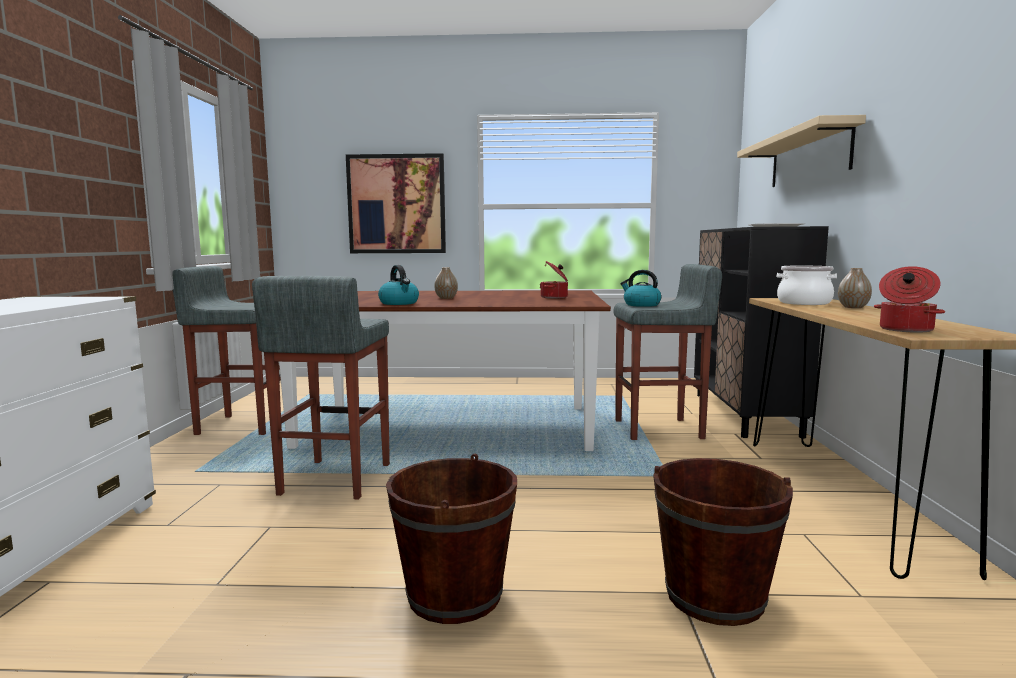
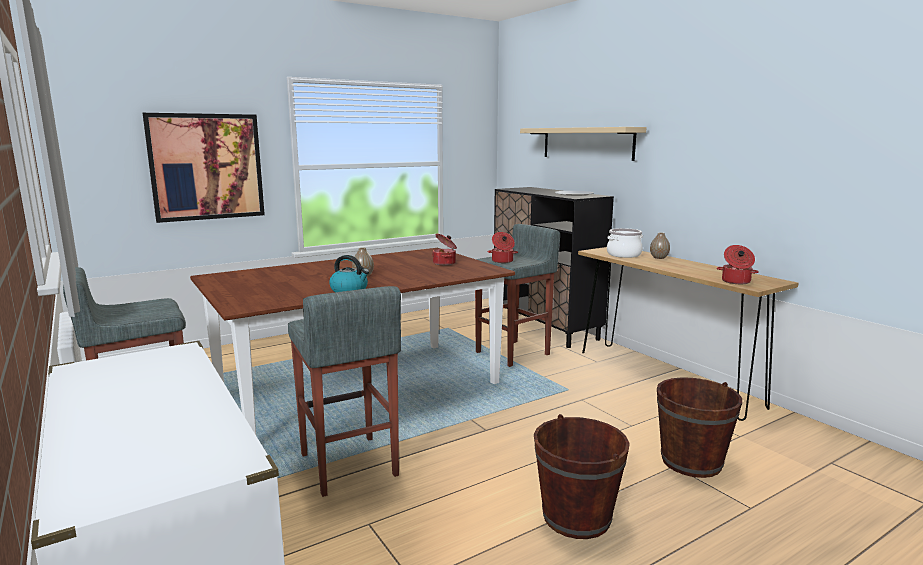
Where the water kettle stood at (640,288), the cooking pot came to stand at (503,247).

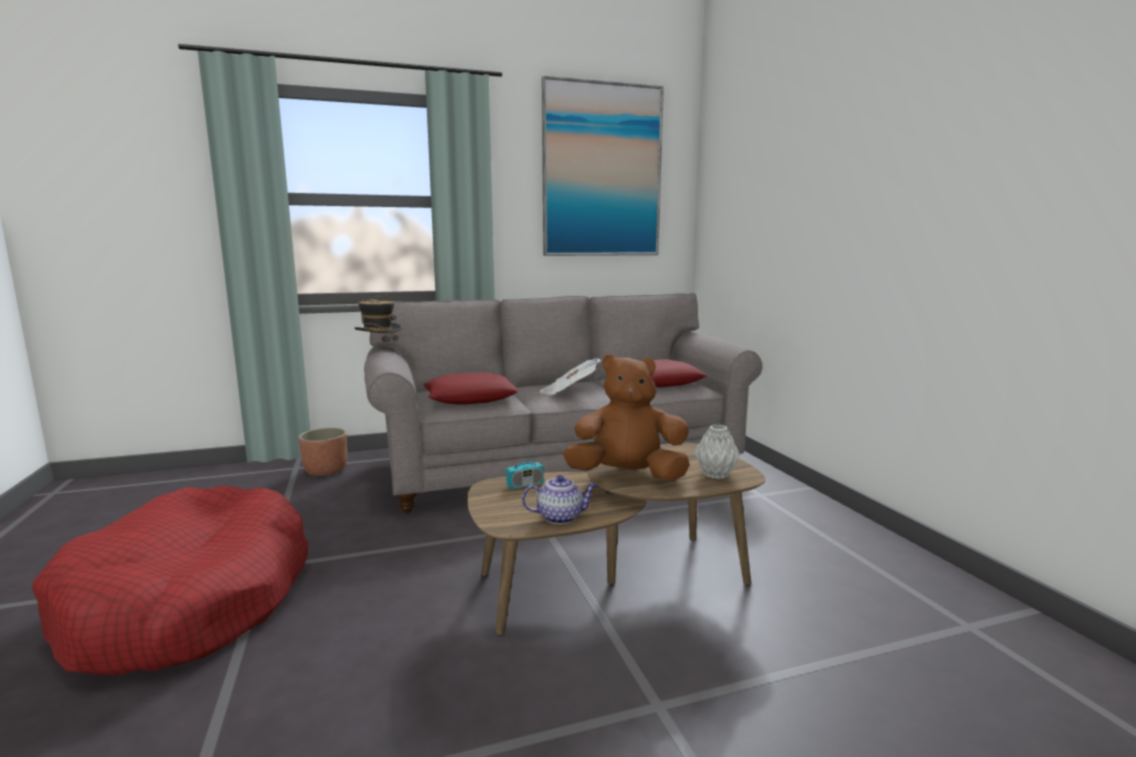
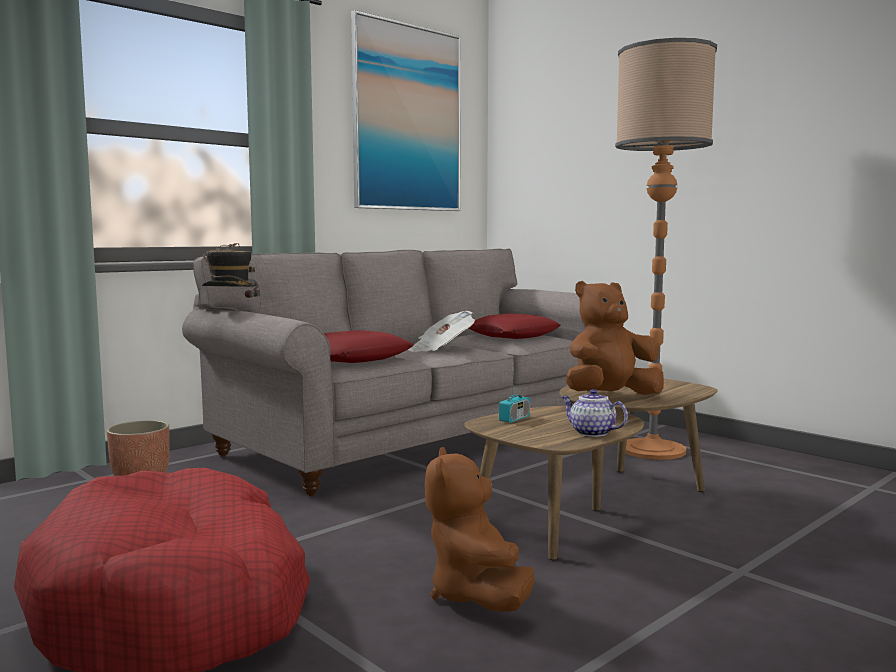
The second view lost the gray flower vase at (717,452). The pot for tea at (559,499) ended up facing another way, 105 degrees counterclockwise from before. The second view gained the standing lamp at (666,249). The second view gained the brownish soft toy at (480,529).

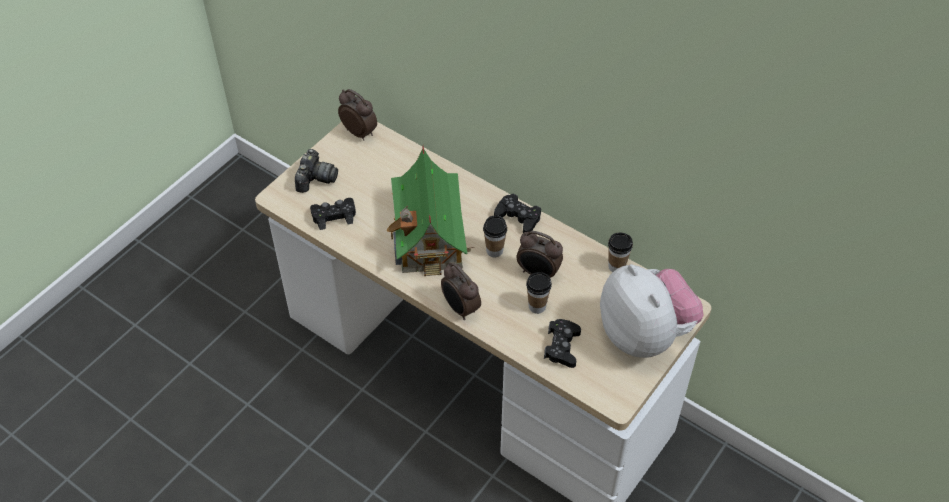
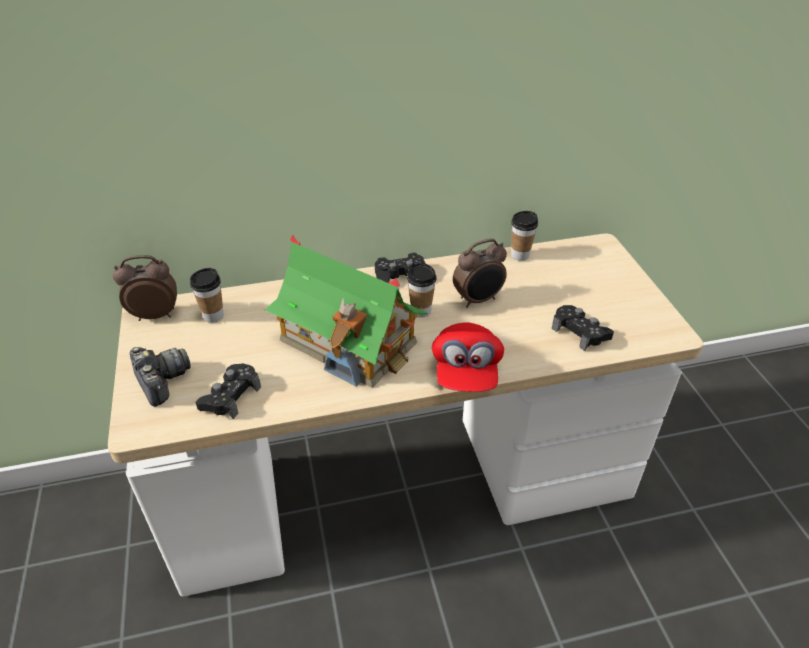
Where the bedside clock stood at (461,291), the red-coloured cap came to stand at (468,357). The second view lost the soft toy at (652,311). The small cup ended up elsewhere, having gone from (539,293) to (207,295).

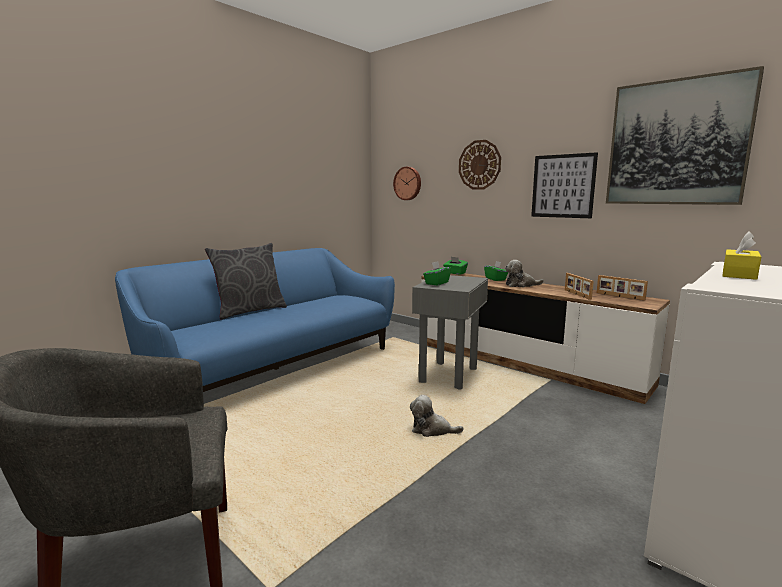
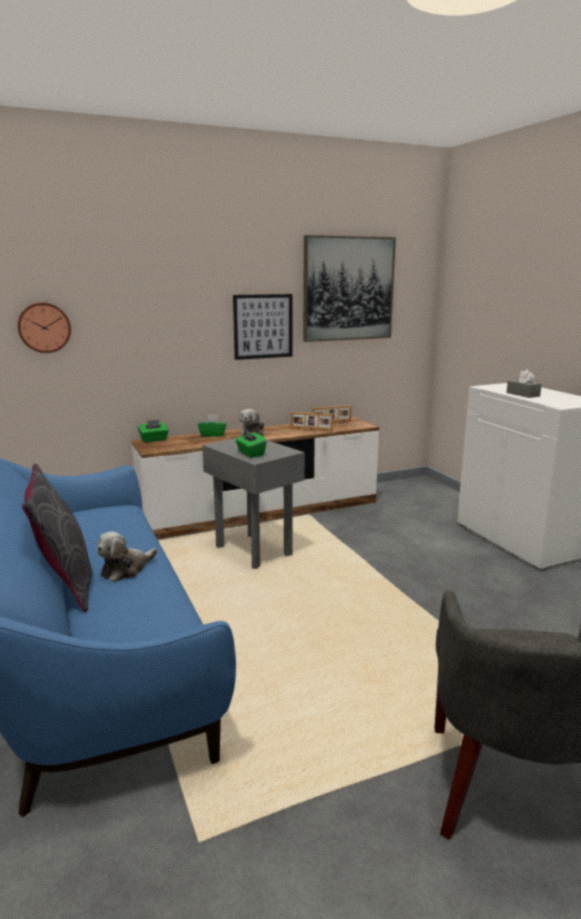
The second view lost the clock on the wall at (480,165). What was the yellow-coloured box of tissues at (742,255) turned into the gray box of tissues at (524,384). The soft toy ended up elsewhere, having gone from (436,416) to (127,557).

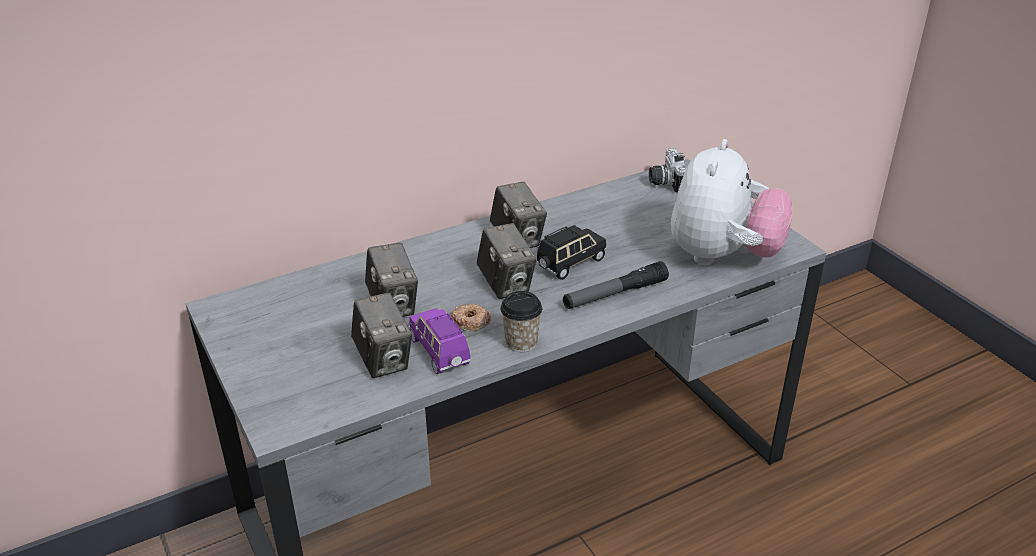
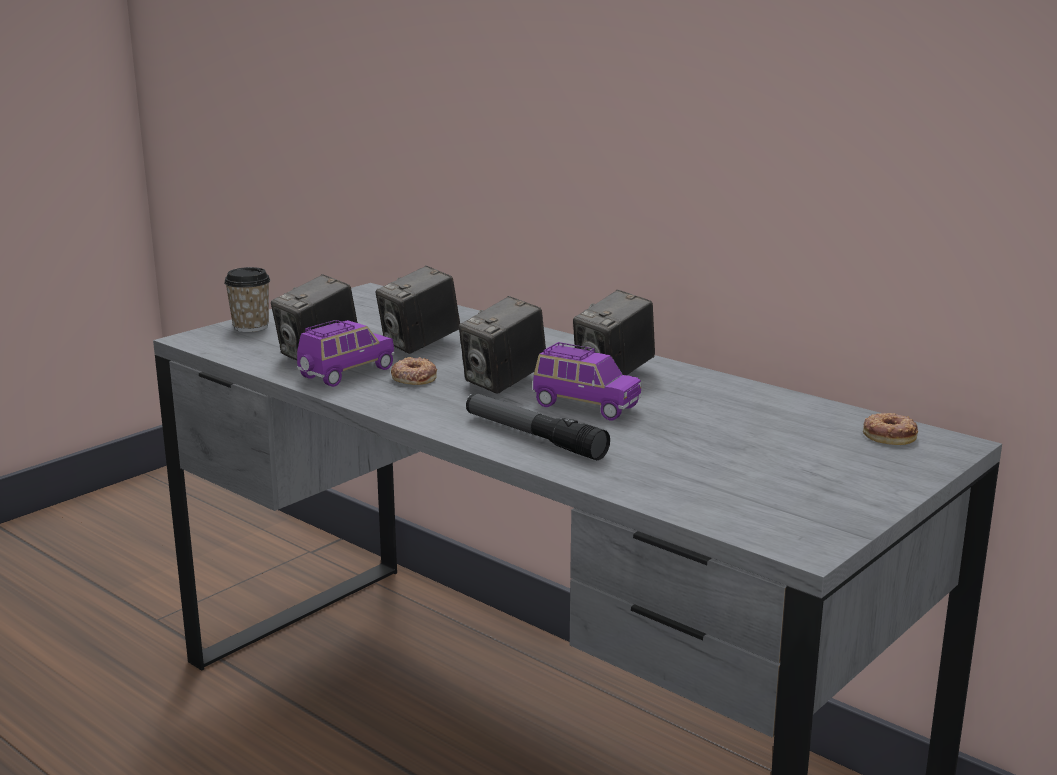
The second view lost the soft toy at (732,202). Where the photo camera stood at (667,171), the doughnut came to stand at (890,429). What was the black-coloured toy car at (572,252) turned into the purple-coloured toy car at (587,381). The small cup ended up elsewhere, having gone from (521,321) to (247,299).

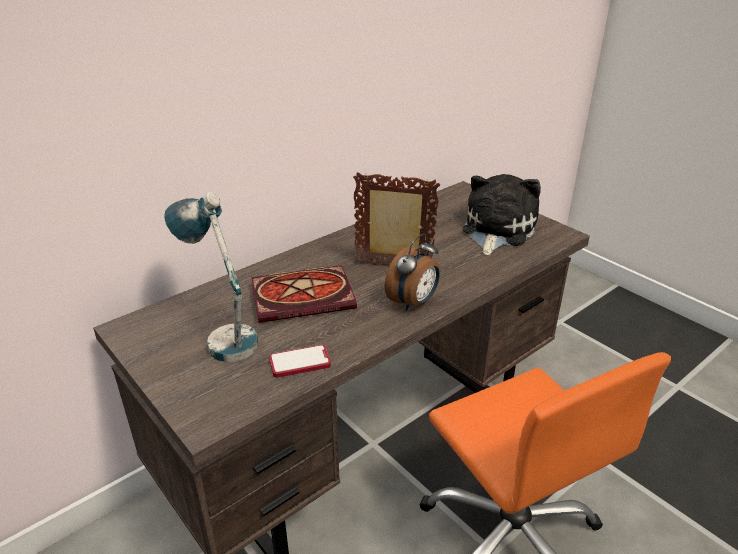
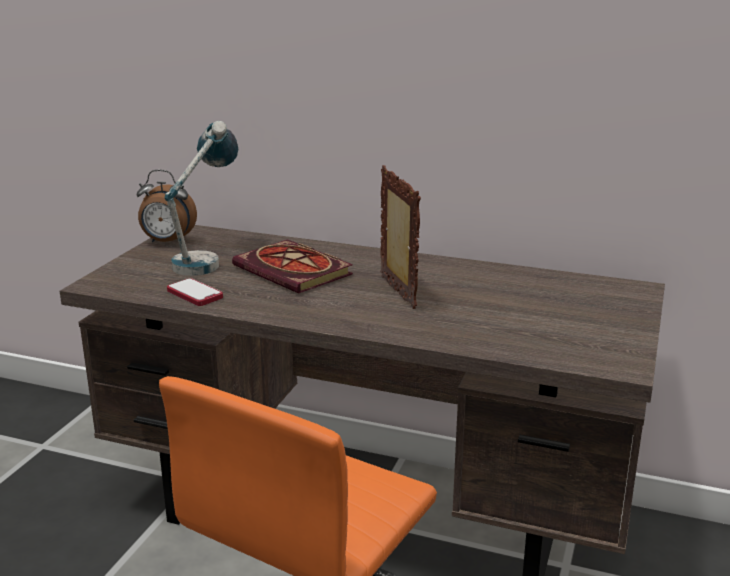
The second view lost the soft toy at (502,215). The bedside clock ended up elsewhere, having gone from (412,272) to (166,206).

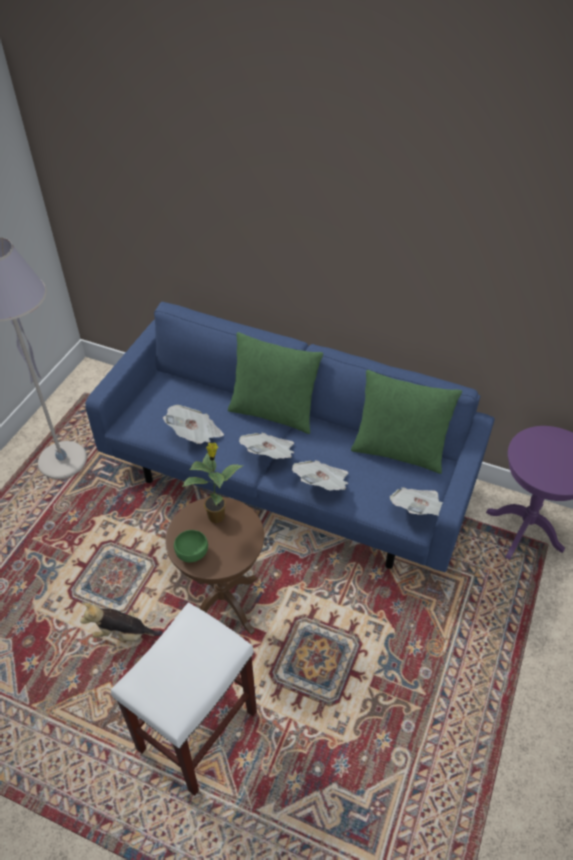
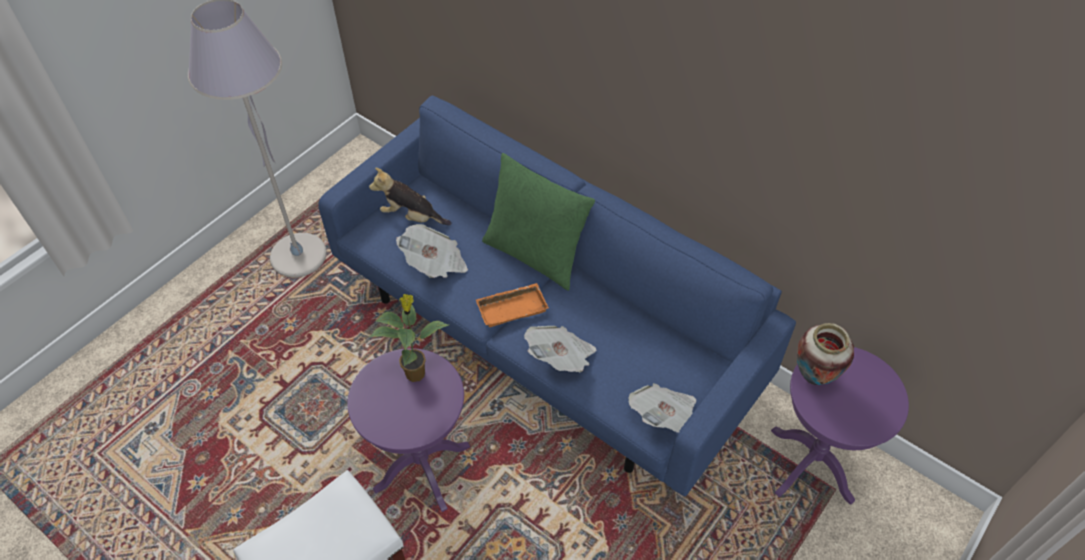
The second view lost the green-coloured throw pillow at (406,422). Where the newspaper stood at (266,446), the orange-coloured carrying tray came to stand at (512,305). What was the brownish side table at (214,566) turned into the purple-coloured side table at (408,430). The second view lost the green-coloured deep dish at (191,546). The soft toy ended up elsewhere, having gone from (121,622) to (410,196). The second view gained the flower vase at (825,354).

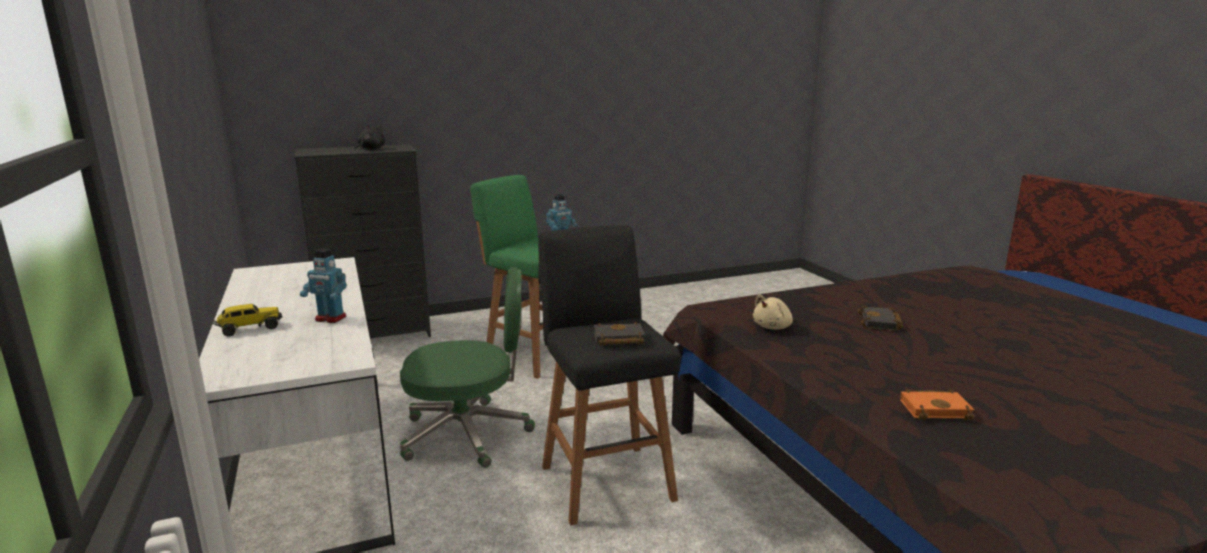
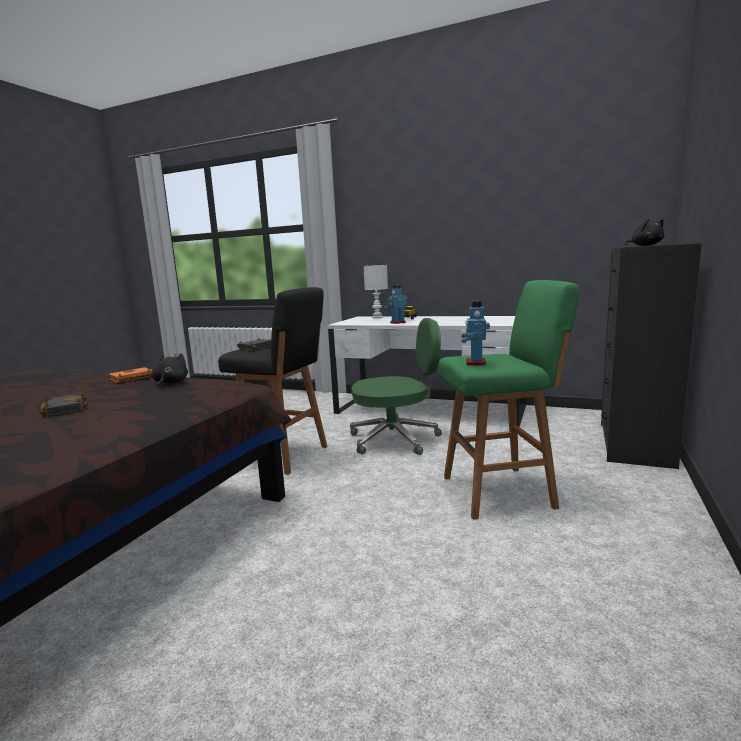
The green-coloured desk chair at (467,367) ended up facing another way, 135 degrees counterclockwise from before. What was the beige-coloured soft toy at (773,311) turned into the black-coloured soft toy at (170,370). The orange-coloured book ended up elsewhere, having gone from (937,404) to (131,374). The second view gained the white lamp for a table at (375,291).

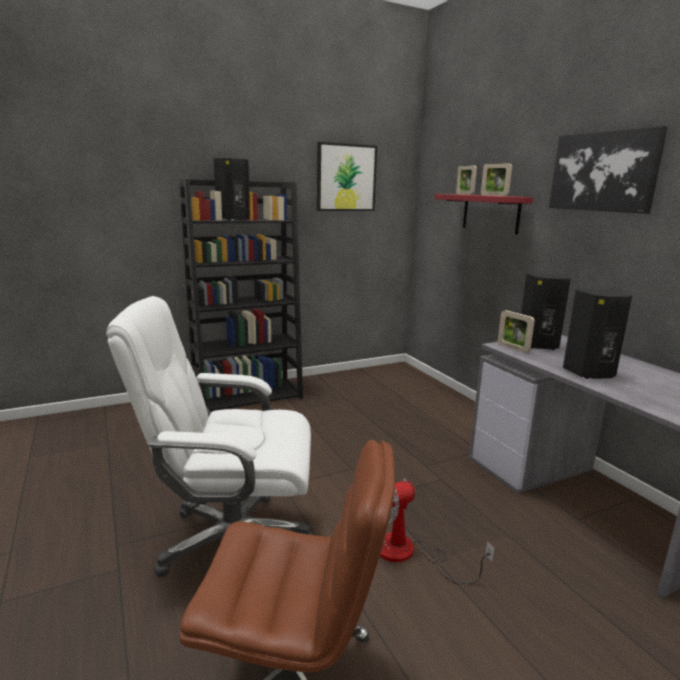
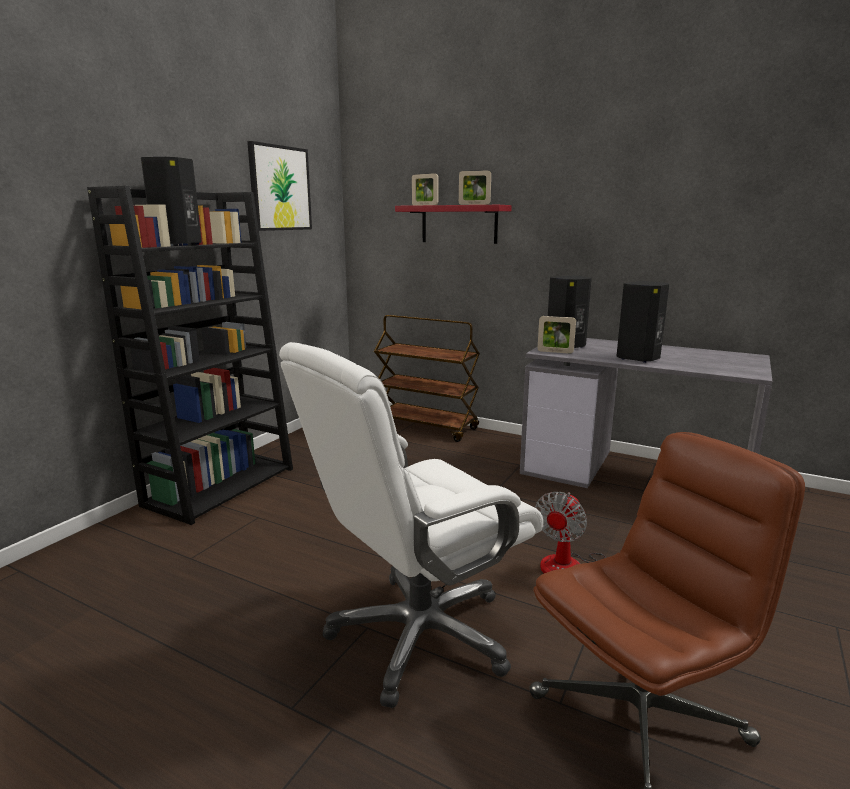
The second view lost the wall picture at (608,170). The second view gained the brownish cart at (427,378).

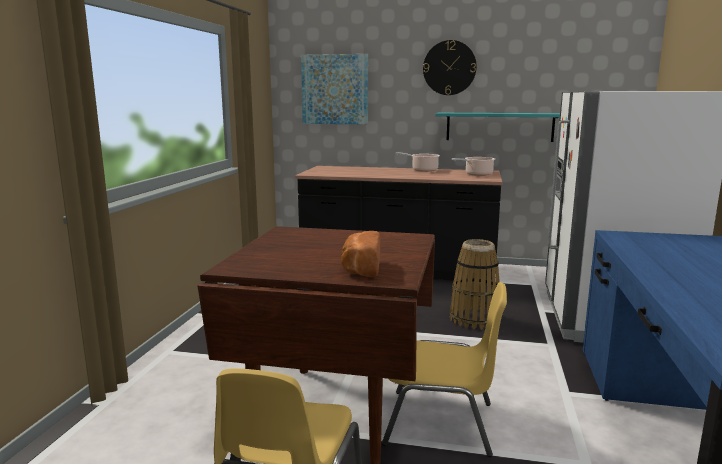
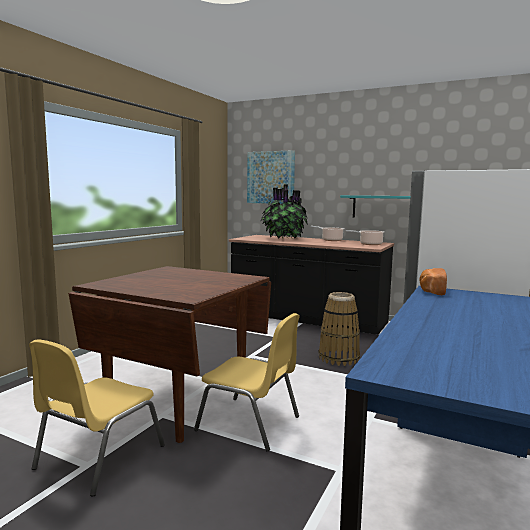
The second view lost the clock on the wall at (450,67). The bread ended up elsewhere, having gone from (360,254) to (433,281). The second view gained the plant in a pot at (284,211).

